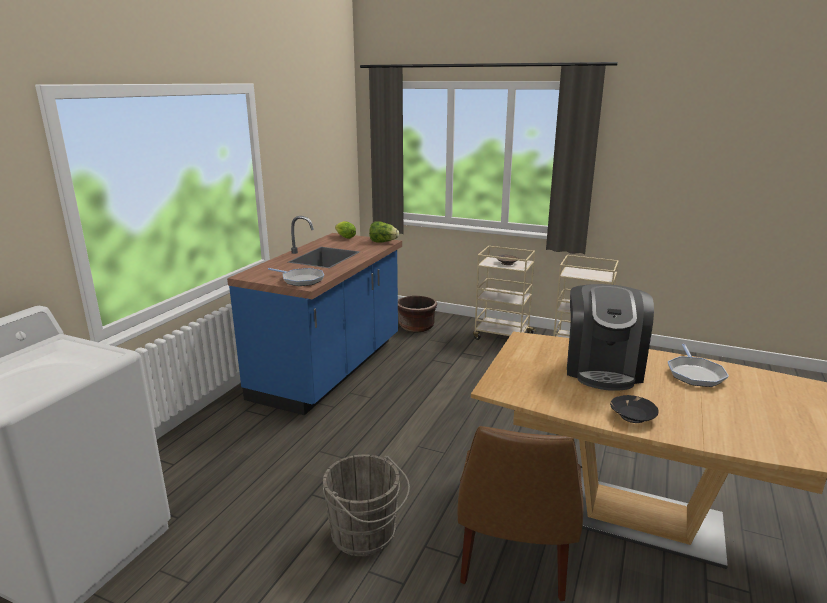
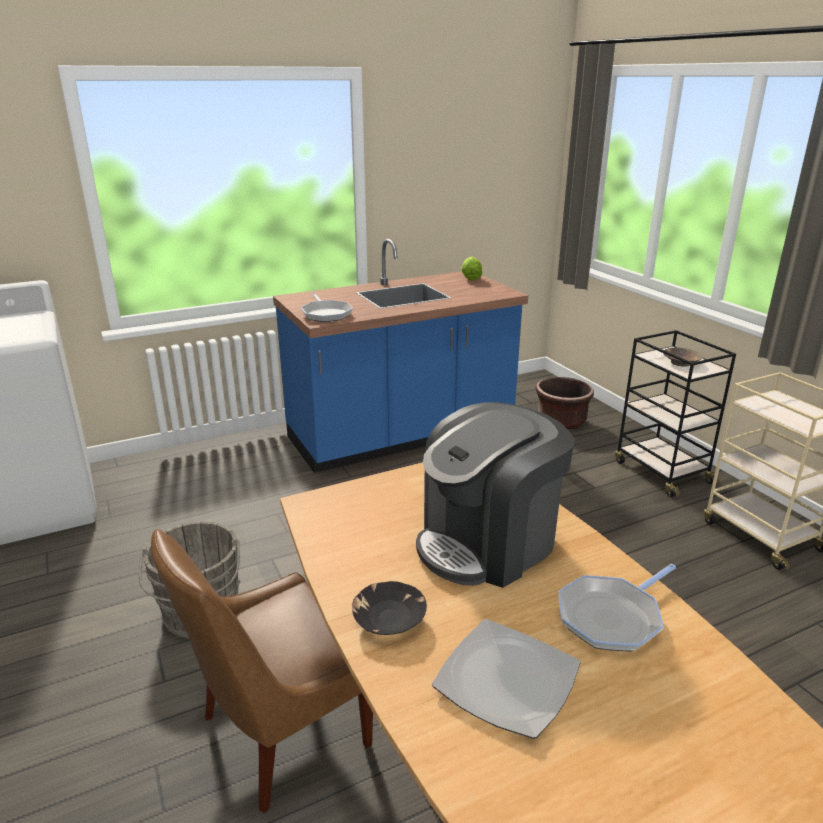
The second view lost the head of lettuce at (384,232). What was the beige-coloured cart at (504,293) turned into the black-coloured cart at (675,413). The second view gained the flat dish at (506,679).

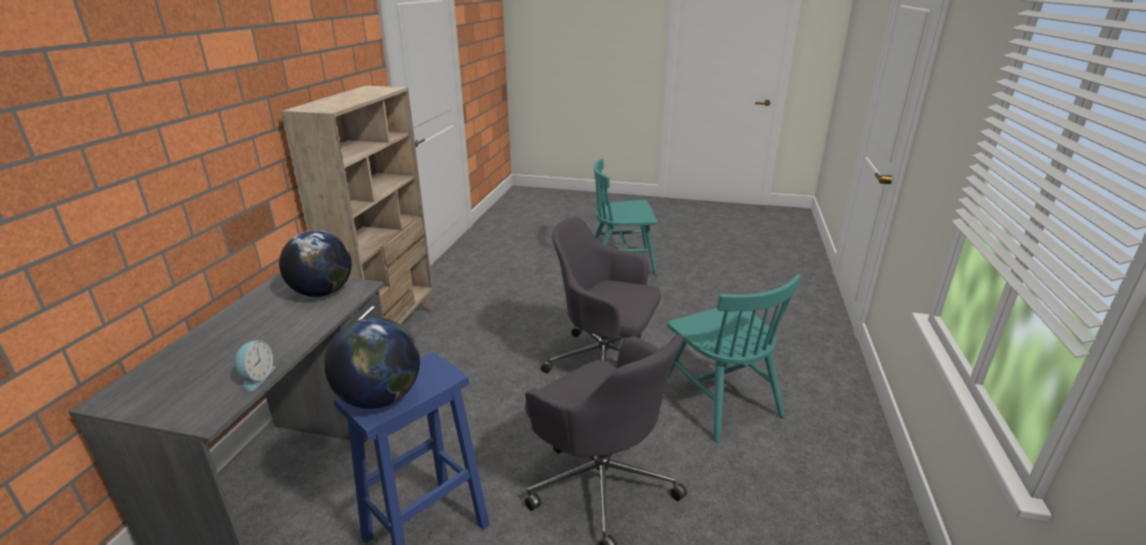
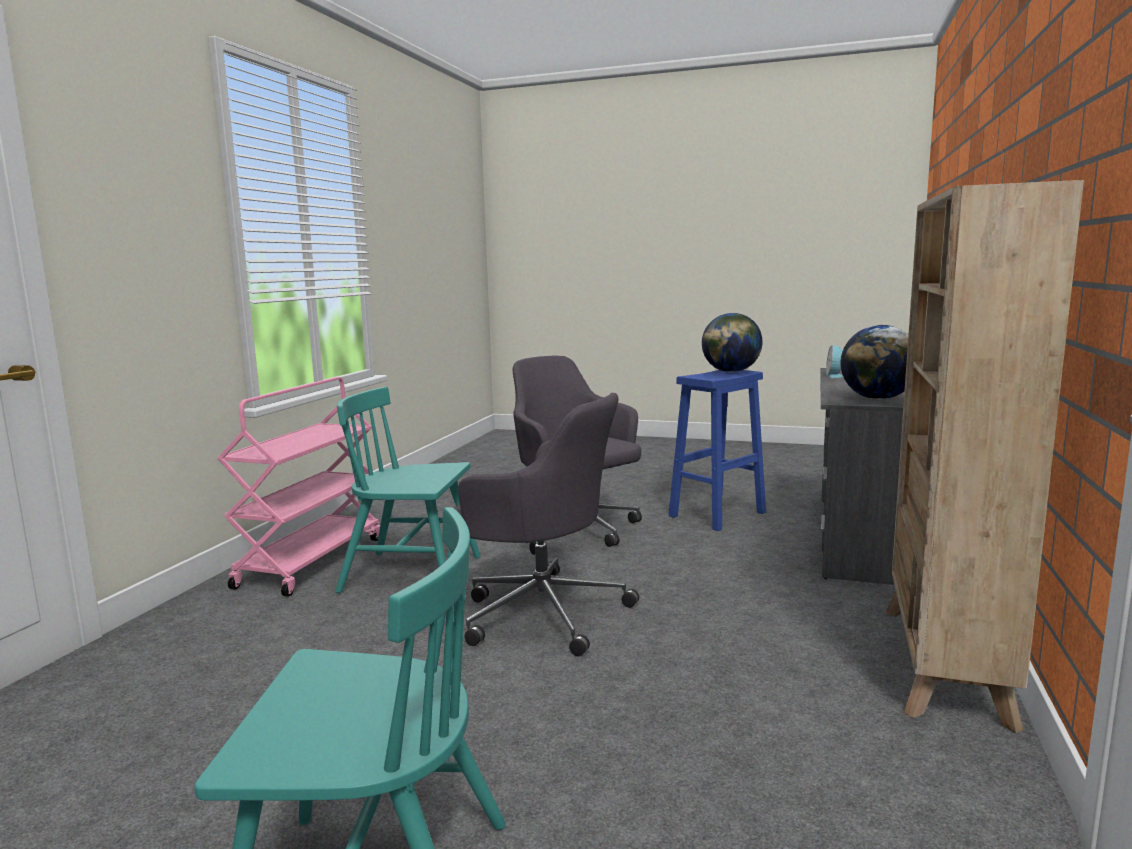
The turquoise-coloured plain chair at (733,358) ended up facing another way, 60 degrees counterclockwise from before. The second view gained the pink-coloured cart at (298,487).

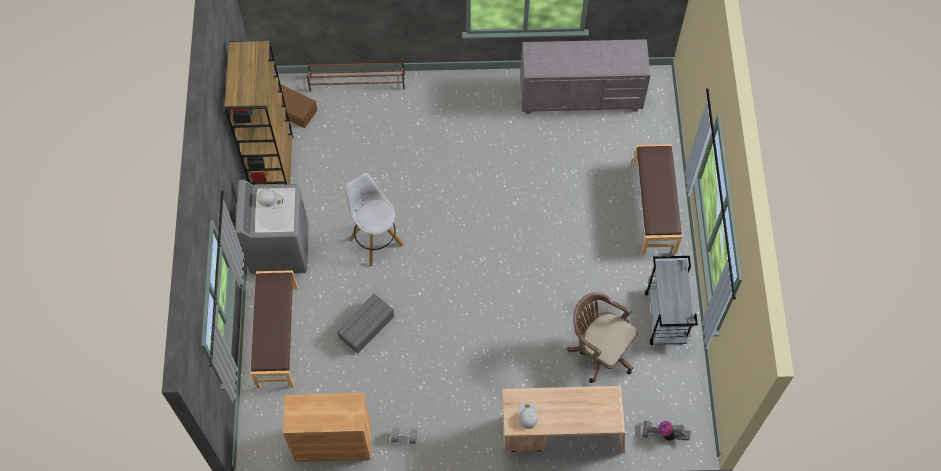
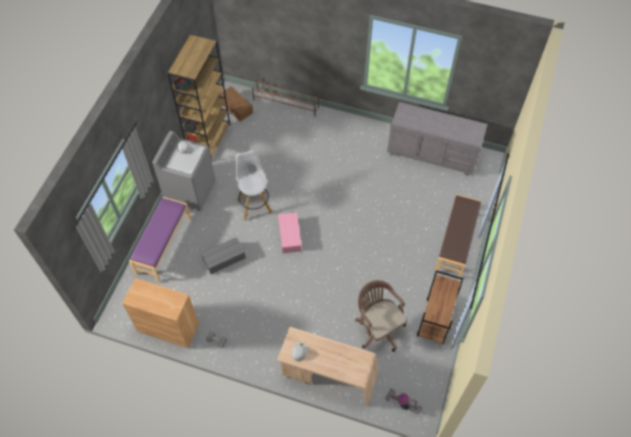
What was the gray cart at (671,300) turned into the brownish cart at (440,307). What was the brownish long seat at (274,329) turned into the purple-coloured long seat at (160,239). The second view gained the pink-coloured storage container at (290,232).

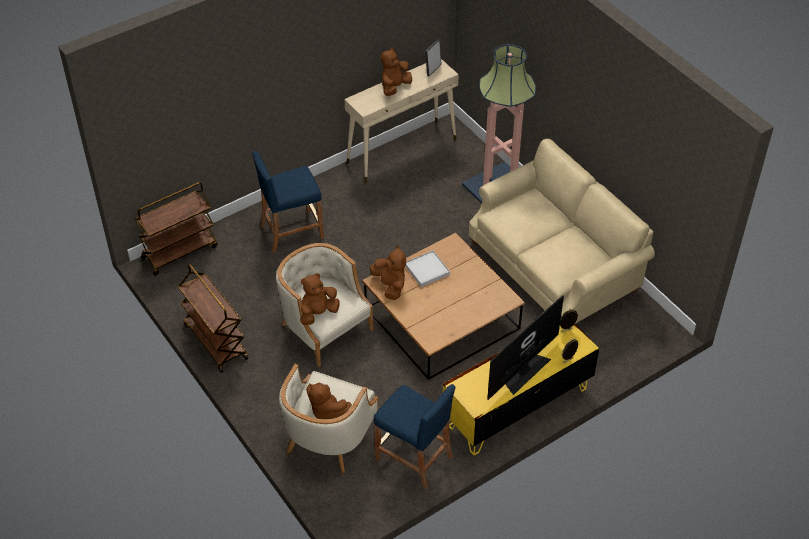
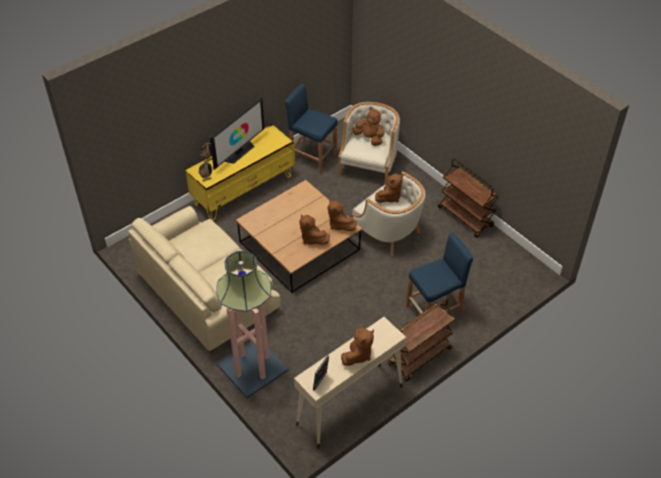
The brownish cart ended up elsewhere, having gone from (176,229) to (421,339). Where the white carrying tray stood at (427,268), the brownish soft toy came to stand at (314,229).

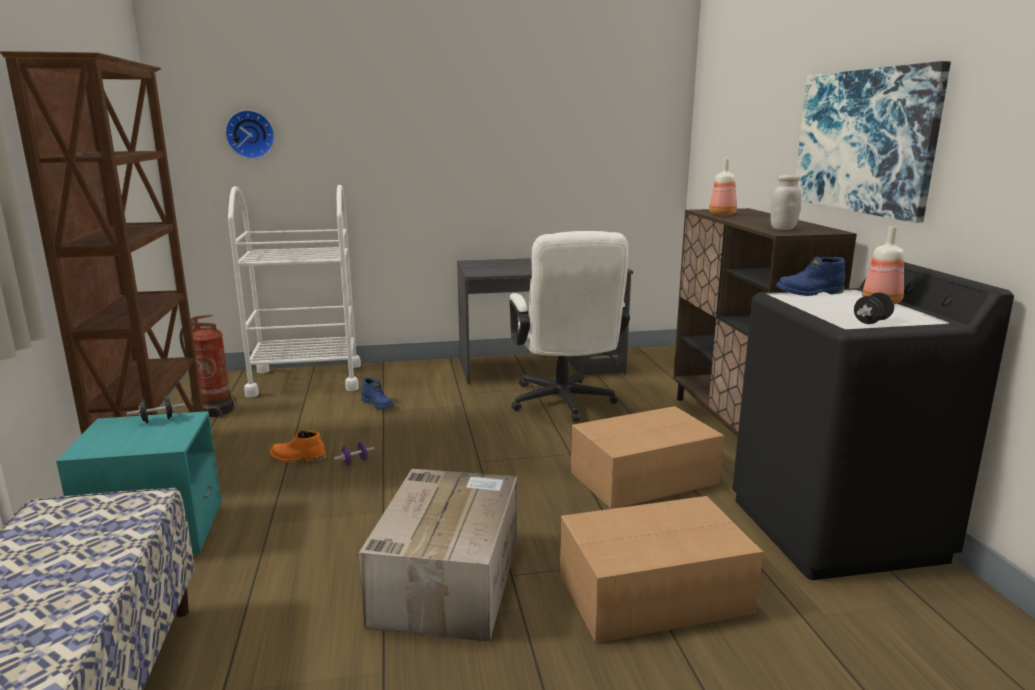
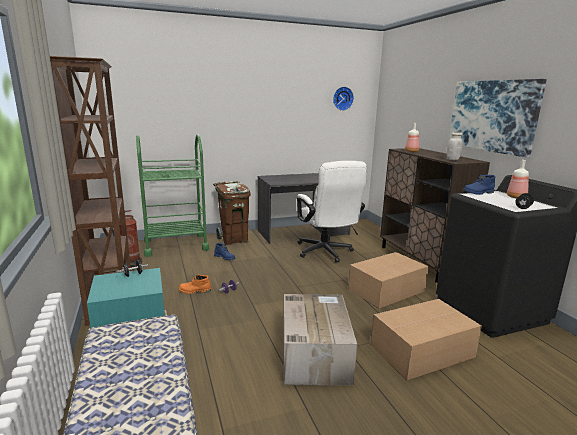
The clock on the wall ended up elsewhere, having gone from (250,134) to (343,98). What was the white cart at (294,291) turned into the green-coloured cart at (172,195). The second view gained the brownish trash can at (232,213).

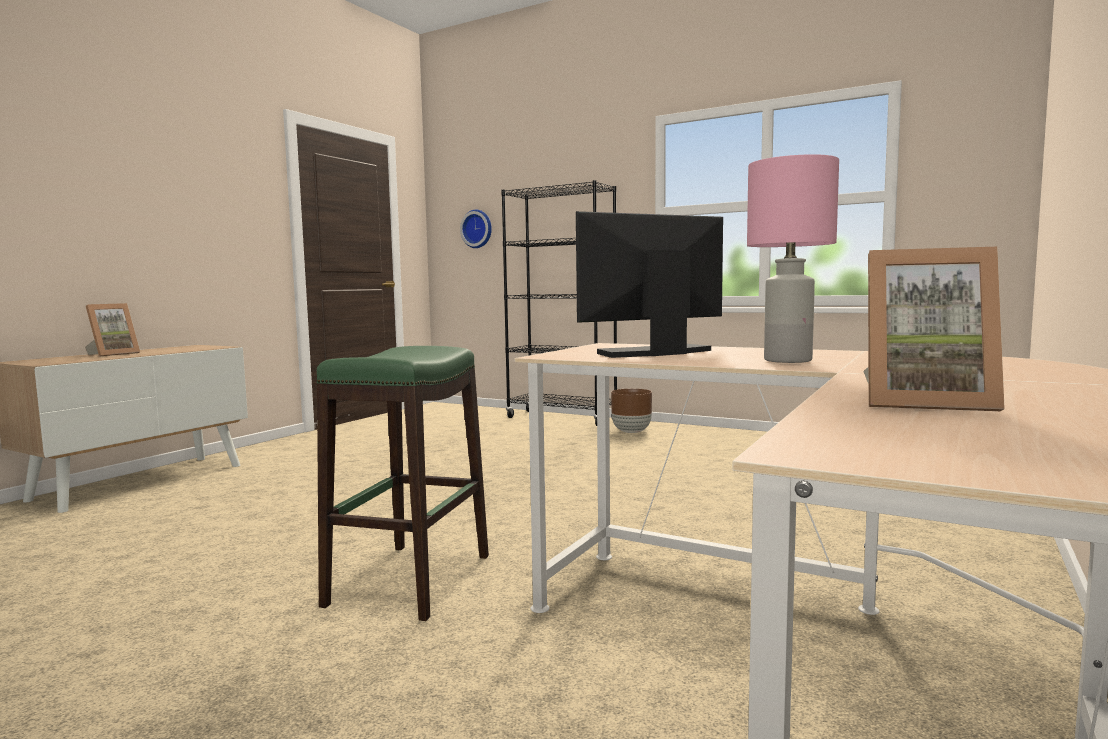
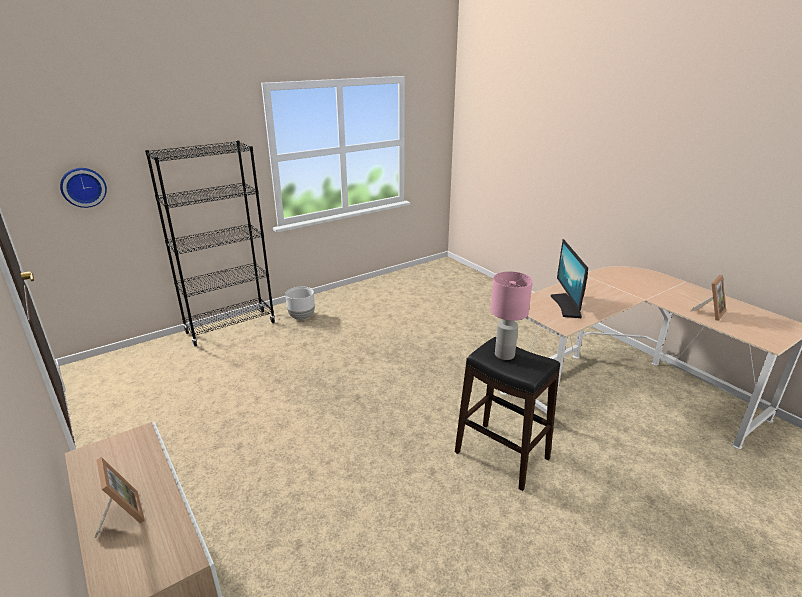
The pink-coloured lamp for a table ended up elsewhere, having gone from (793,258) to (512,315). What was the green-coloured stool at (403,483) turned into the black-coloured stool at (507,414). What was the brownish planter at (631,411) turned into the white planter at (300,303).

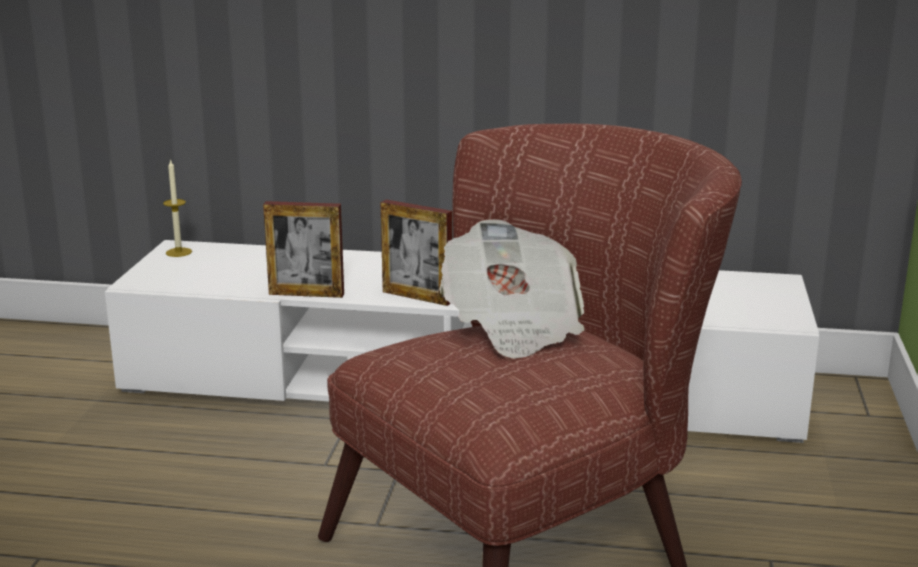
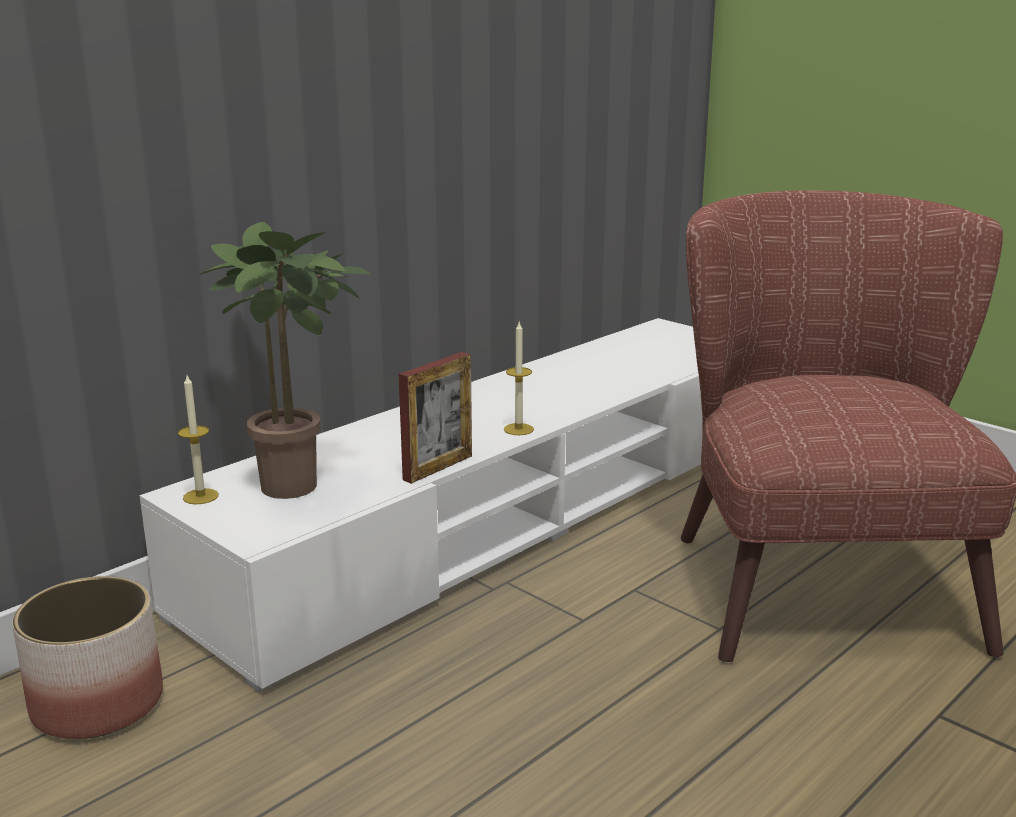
Where the picture frame stood at (416,253), the candle came to stand at (519,378). The second view lost the newspaper at (512,289). The second view gained the plant in a pot at (285,360). The second view gained the planter at (87,657).

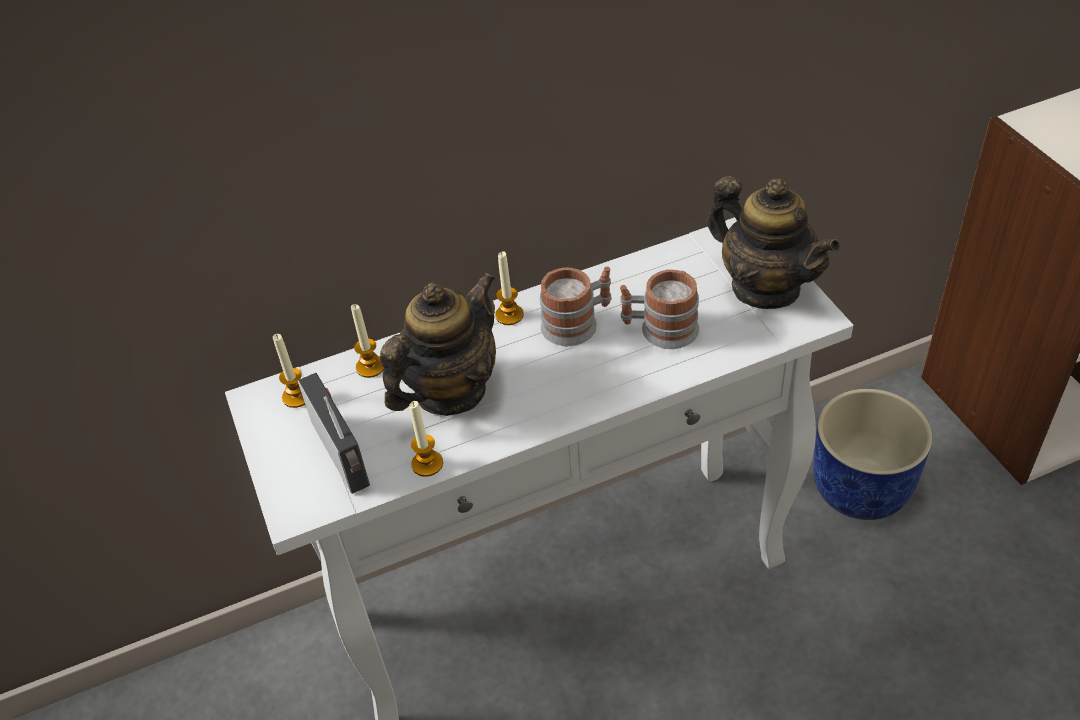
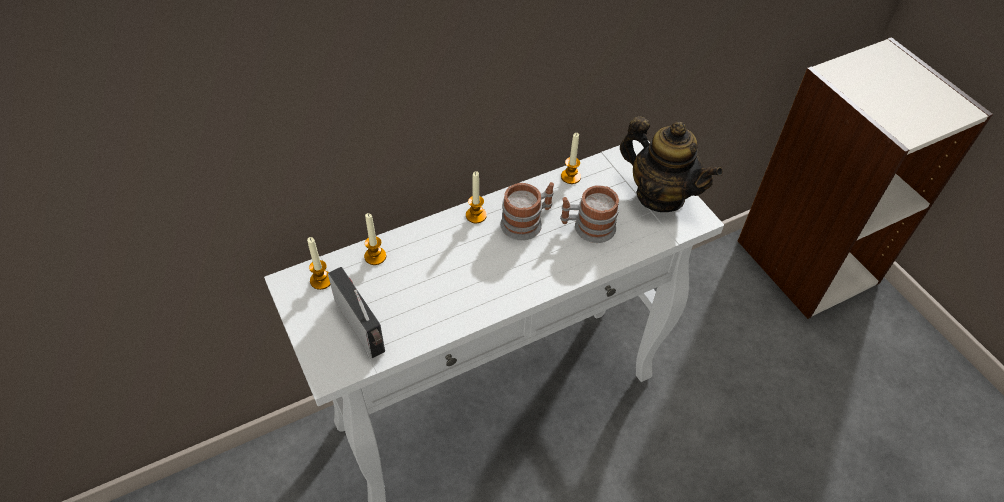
The second view lost the pot for tea at (438,344). The second view lost the blue-coloured planter at (873,454). The candle ended up elsewhere, having gone from (426,439) to (571,158).

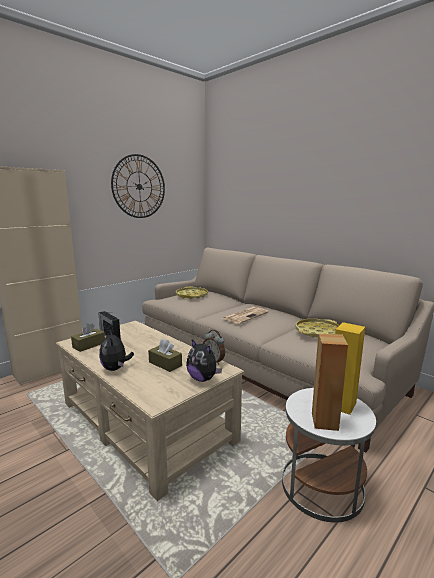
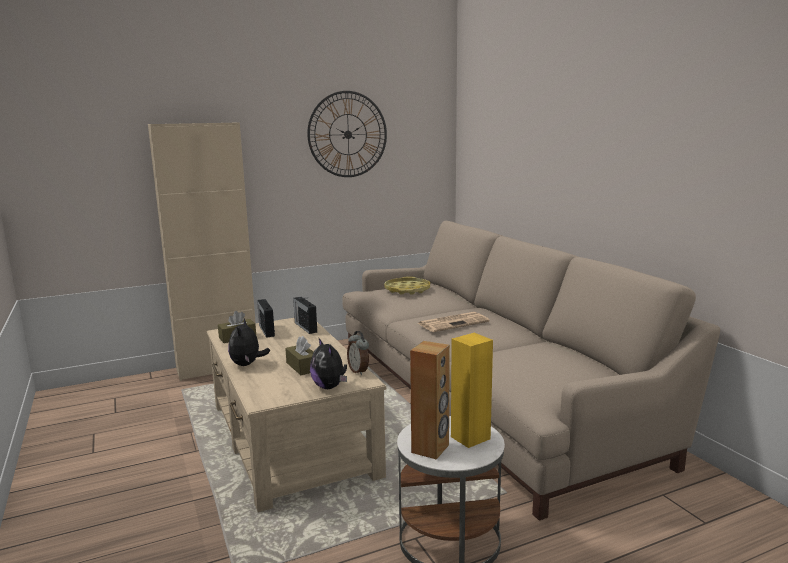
The second view lost the yellow-coloured carrying tray at (317,328). The second view gained the radio at (305,315).

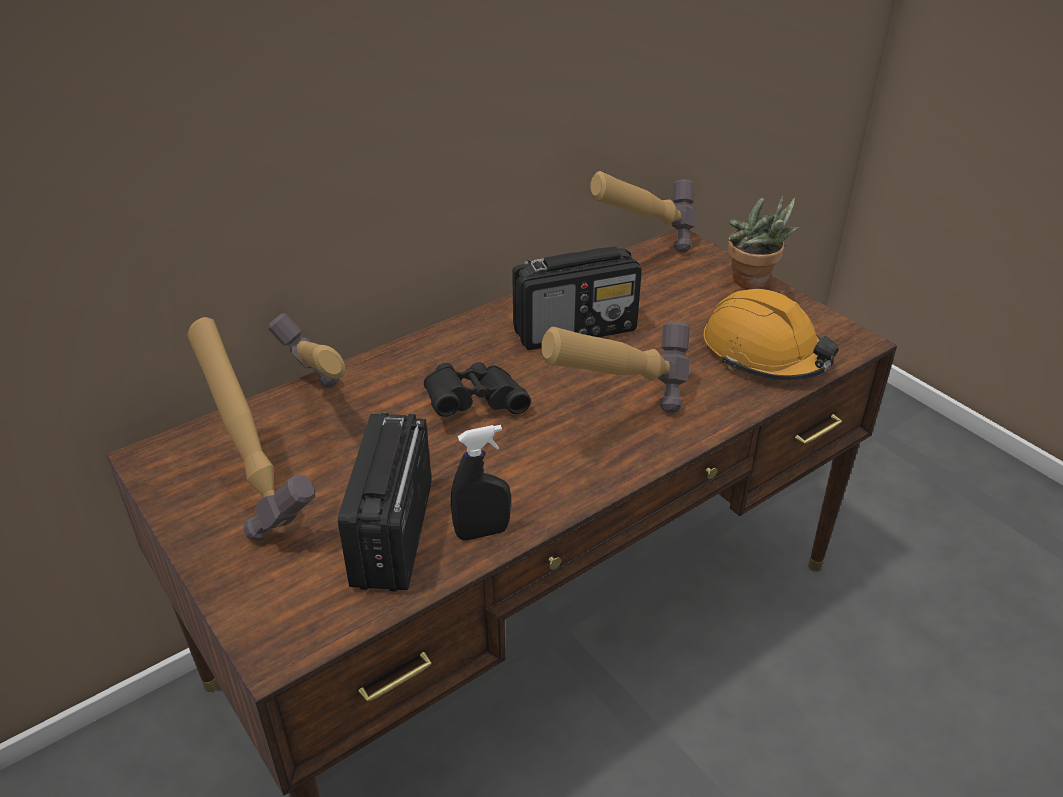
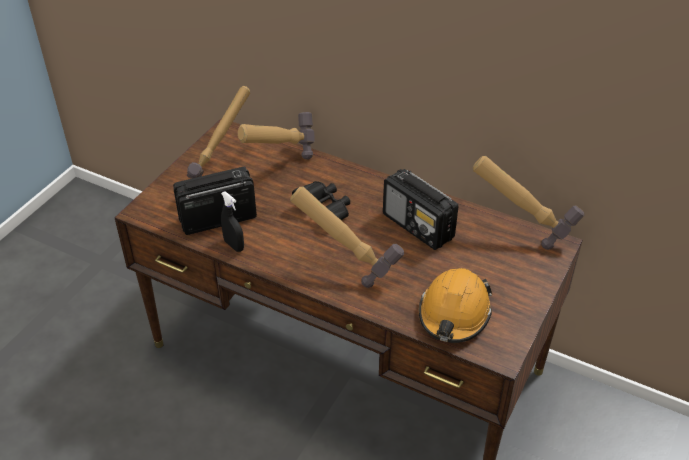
The second view lost the plant in a pot at (763,242).

